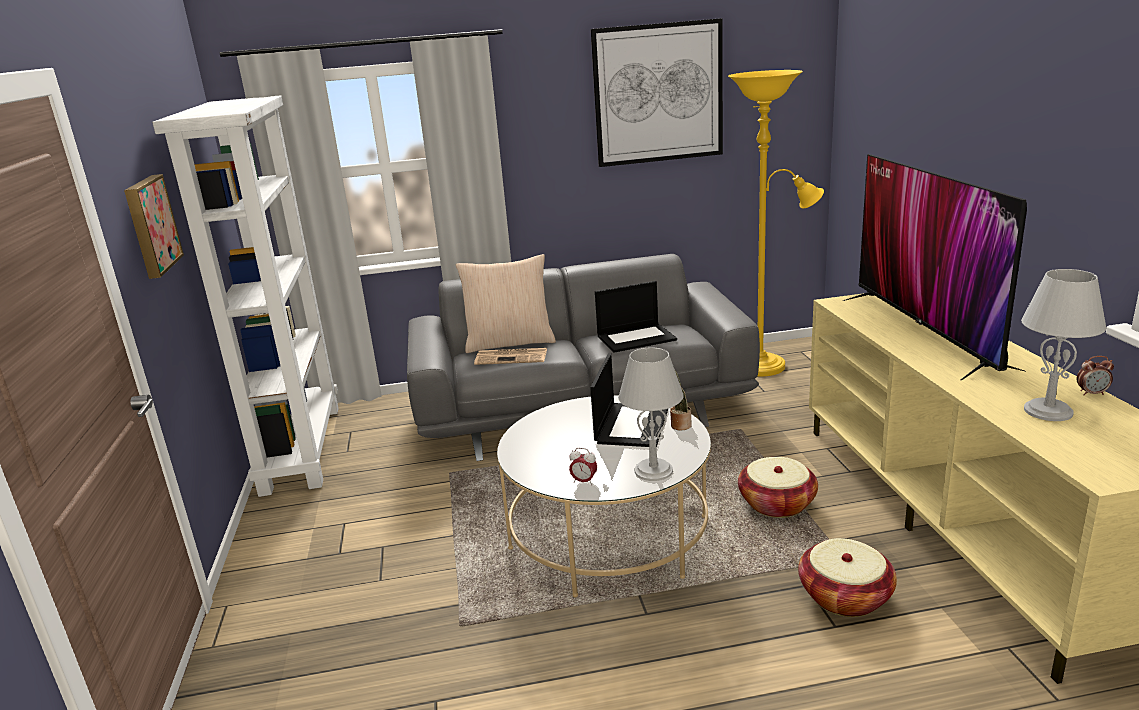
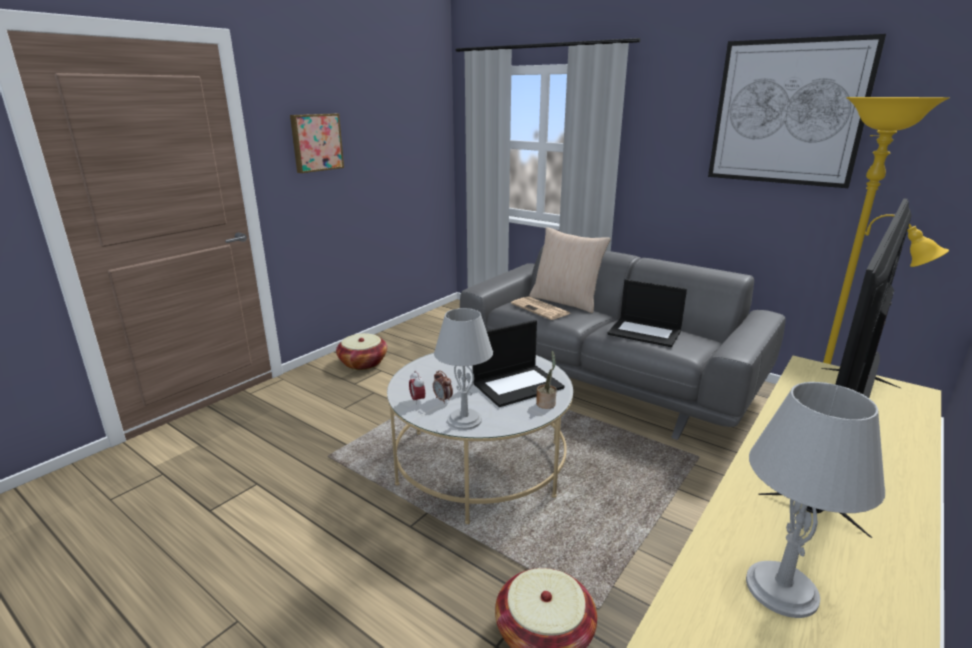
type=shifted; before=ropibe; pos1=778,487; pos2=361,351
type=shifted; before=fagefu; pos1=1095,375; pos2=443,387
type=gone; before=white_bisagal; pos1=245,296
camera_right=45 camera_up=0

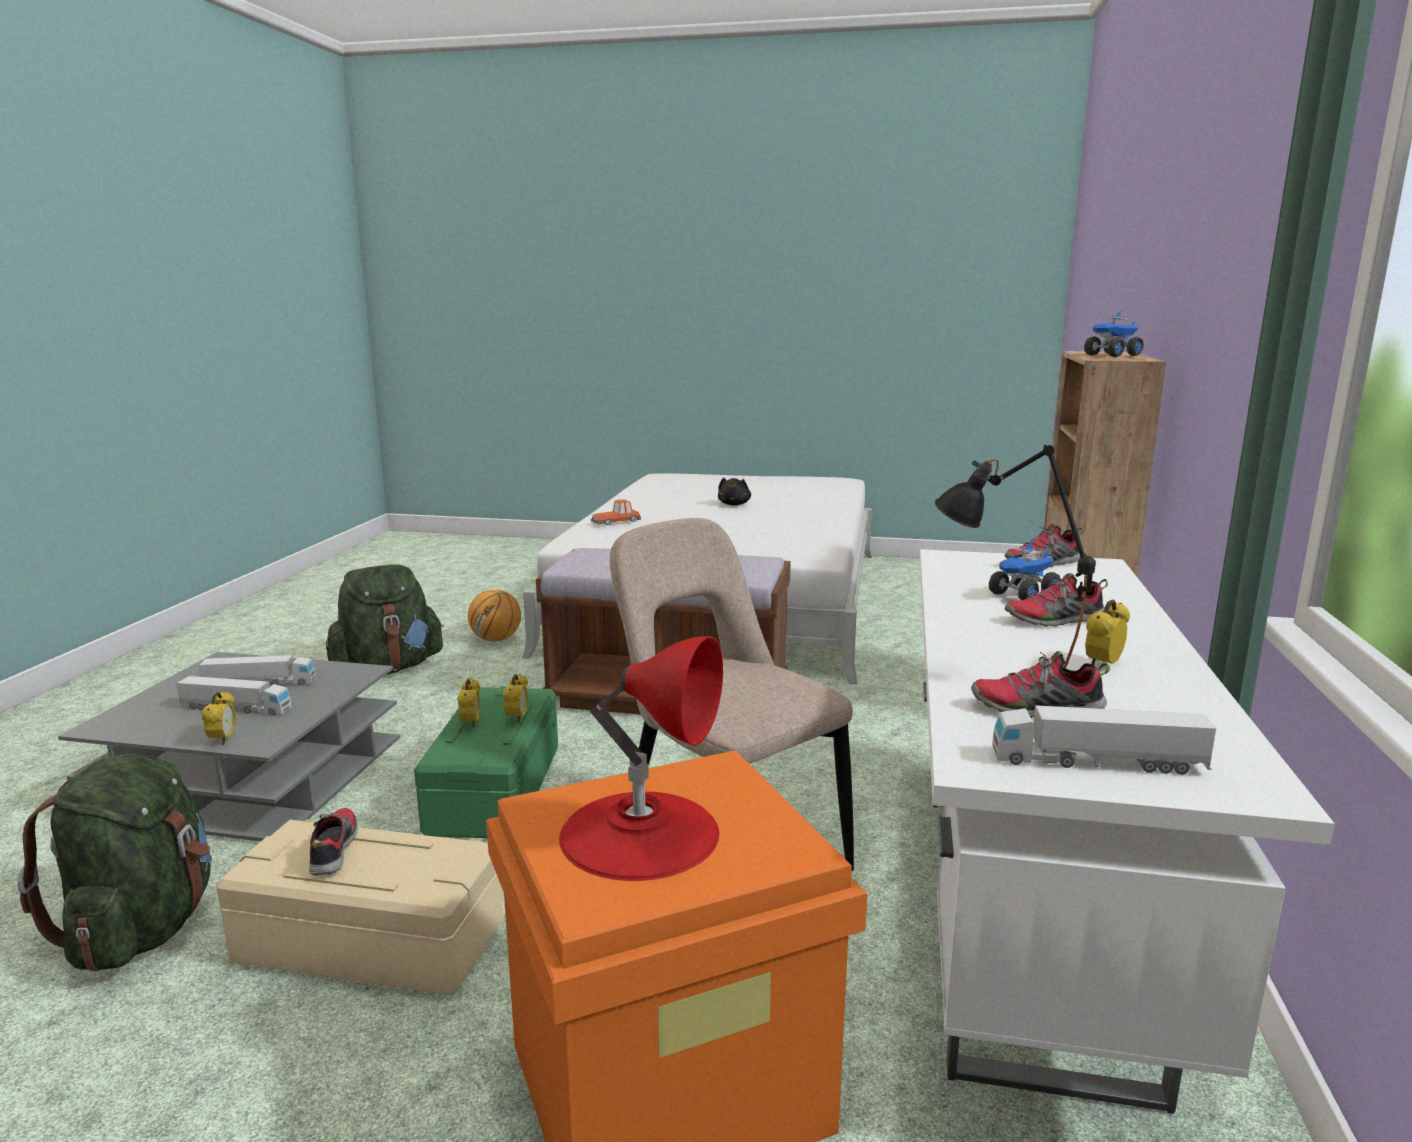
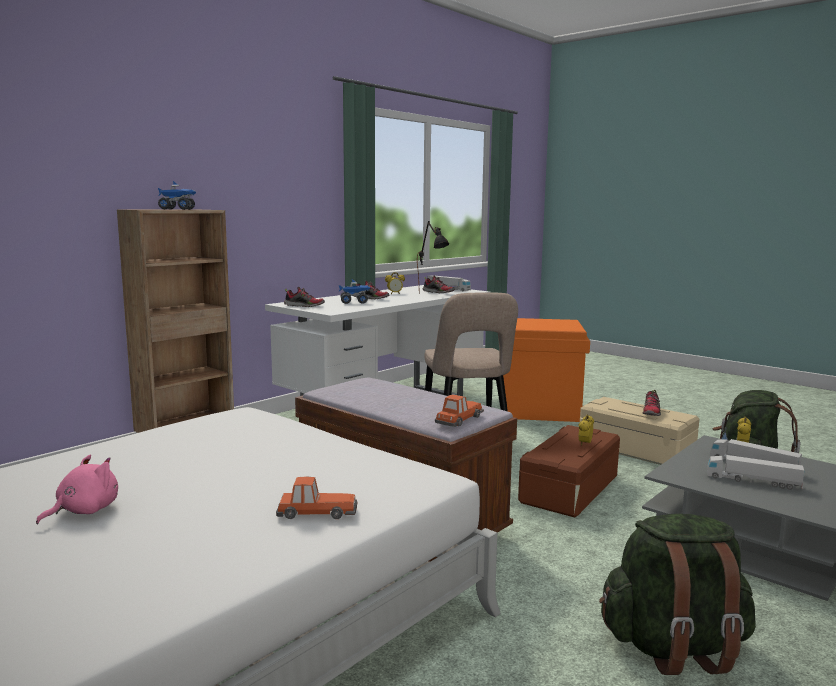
type=repainted; before=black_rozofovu; after=pink_rozofovu; pos1=734,491; pos2=77,489
type=new; after=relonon; pos2=459,410
type=repainted; before=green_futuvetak; after=brown_futuvetak; pos1=486,762; pos2=569,471
type=gone; before=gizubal; pos1=494,615
type=gone; before=fagefu; pos1=515,698
type=gone; before=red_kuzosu; pos1=641,758
camera_right=-150 camera_up=-5

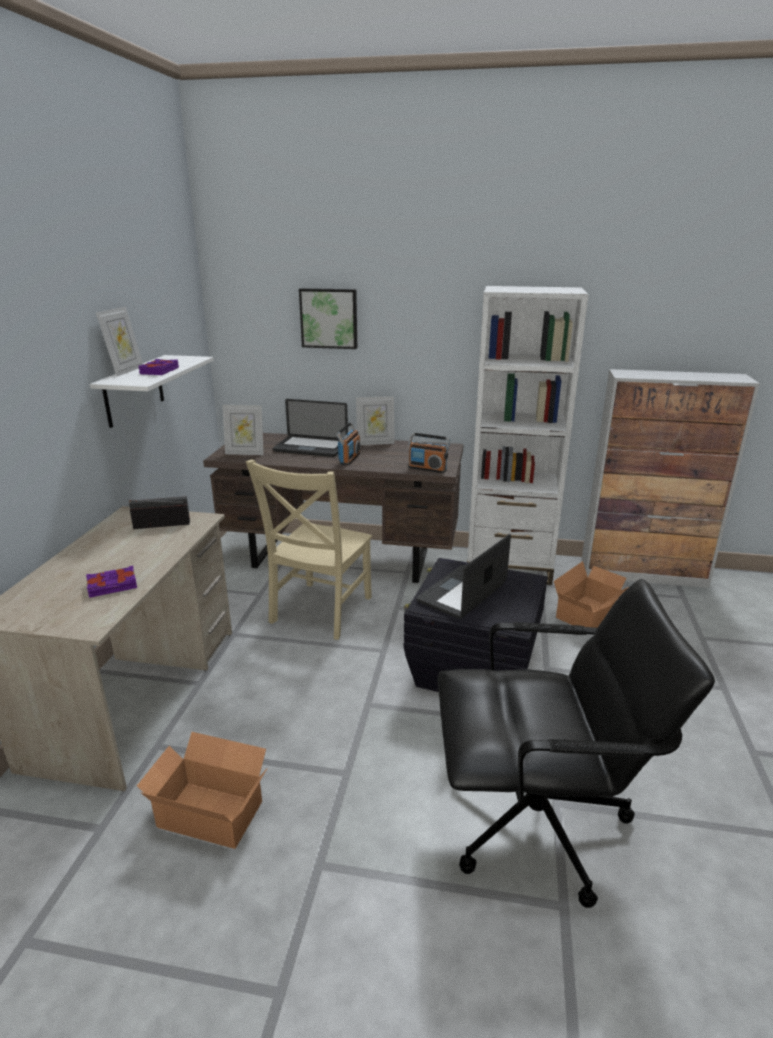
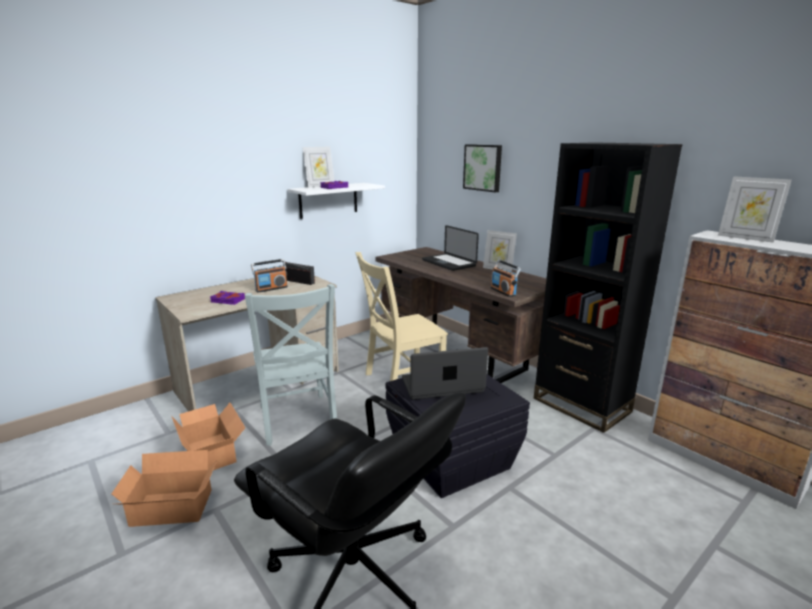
type=shifted; before=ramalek; pos1=591,594; pos2=164,488
type=new; after=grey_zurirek; pos2=291,365
type=shifted; before=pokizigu; pos1=348,443; pos2=269,276
type=repainted; before=white_bisagal; after=black_bisagal; pos1=528,435; pos2=608,287
type=shifted; before=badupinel; pos1=243,430; pos2=755,209
camera_right=40 camera_up=-5

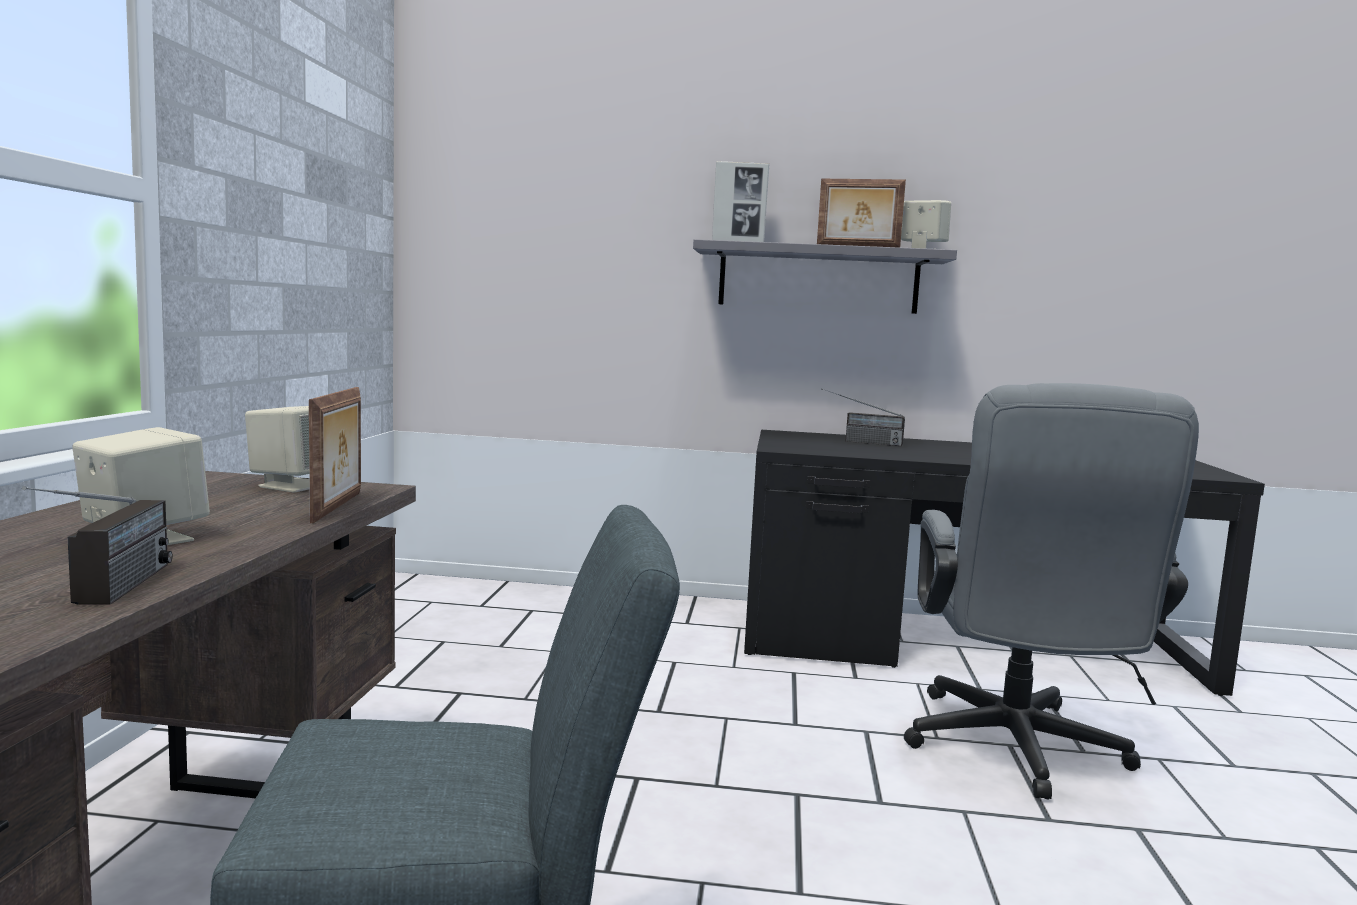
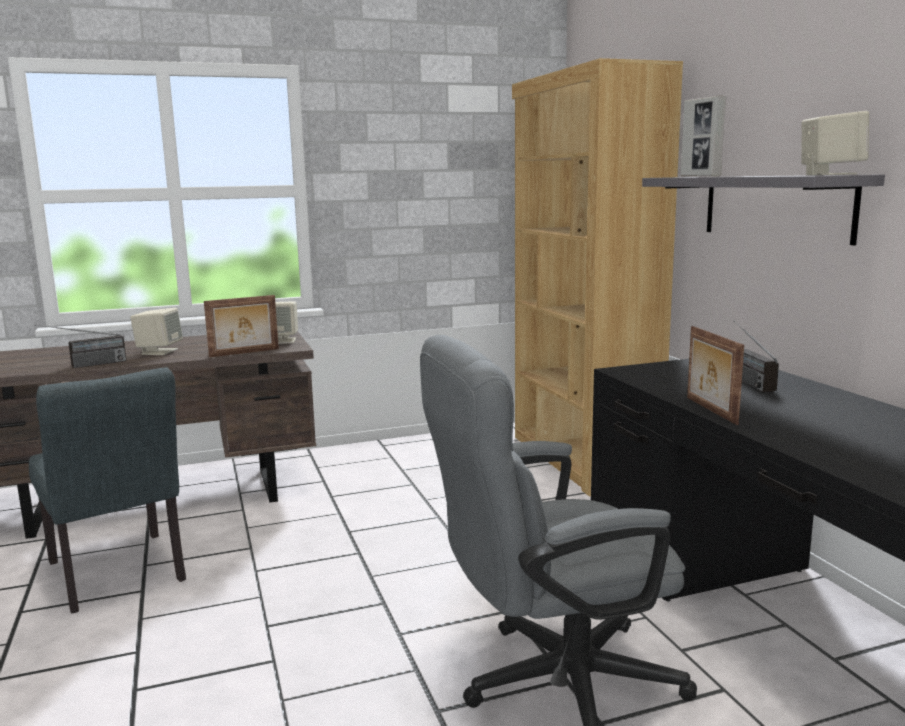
type=new; after=brown_bisagal; pos2=597,277
type=shifted; before=badupinel; pos1=861,213; pos2=715,375
camera_right=65 camera_up=5

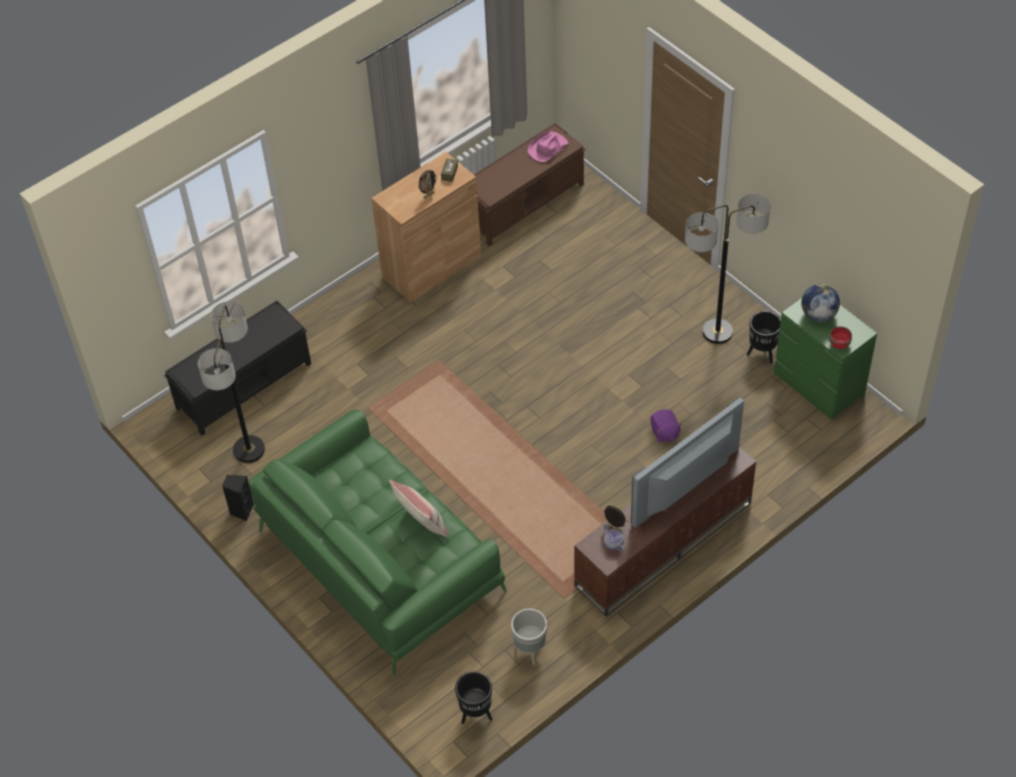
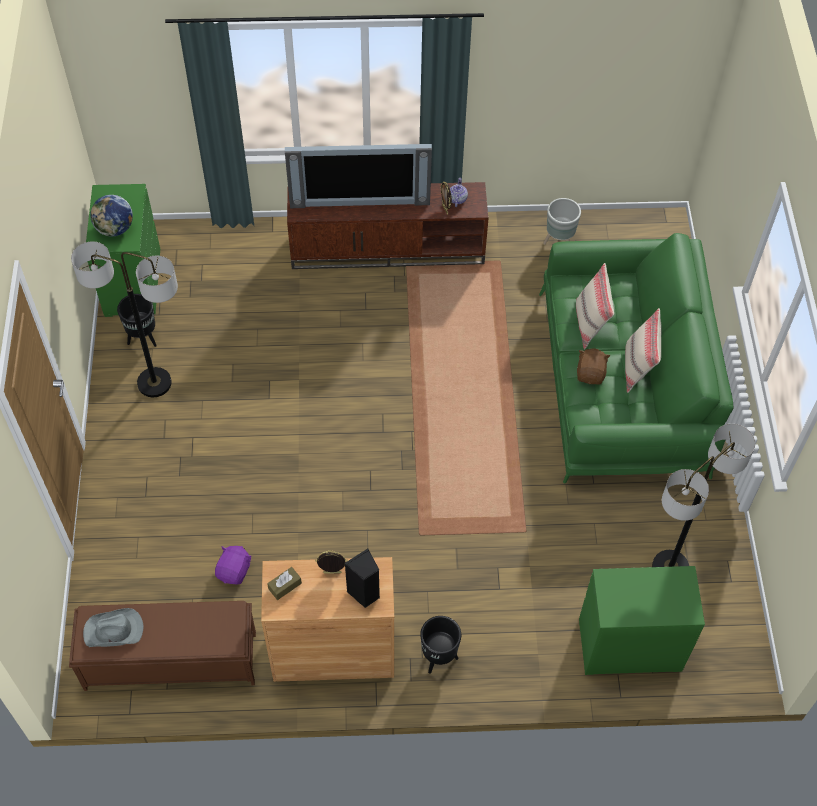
type=repainted; before=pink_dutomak; after=grey_dutomak; pos1=548,146; pos2=113,627
type=shifted; before=purple_rozofovu; pos1=666,426; pos2=233,565
type=shifted; before=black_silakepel; pos1=238,498; pos2=362,578
type=shifted; before=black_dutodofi; pos1=473,697; pos2=440,645
type=new; after=brown_rozofovu; pos2=593,366
type=swapped; before=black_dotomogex; after=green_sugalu; pos1=237,368; pos2=642,620
type=new; after=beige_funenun; pos2=643,350
type=gone; before=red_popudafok; pos1=840,337
camera_right=-145 camera_up=5

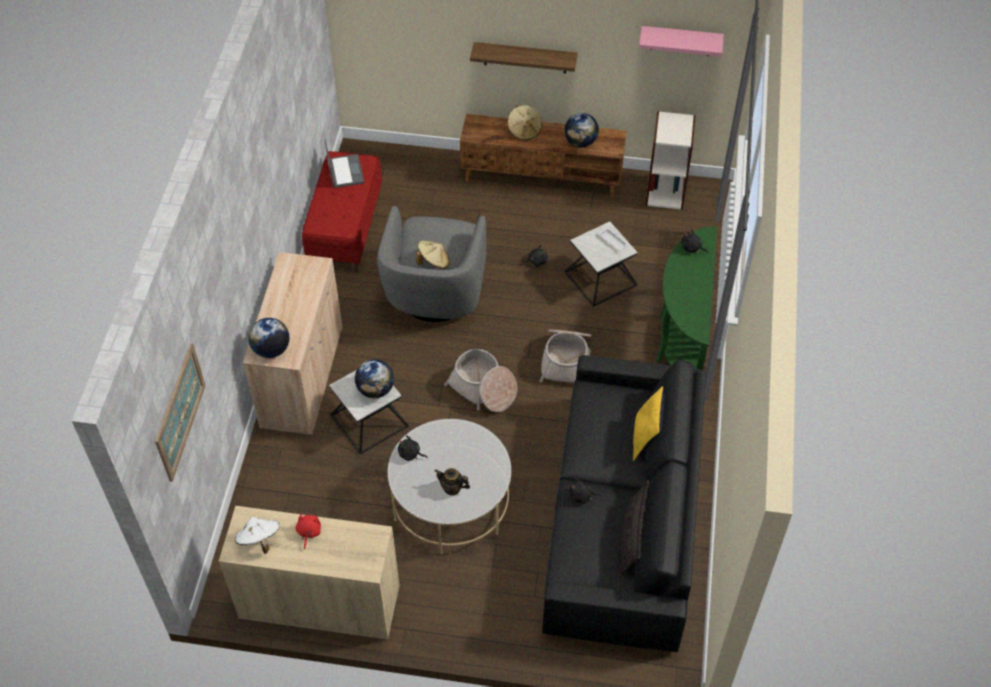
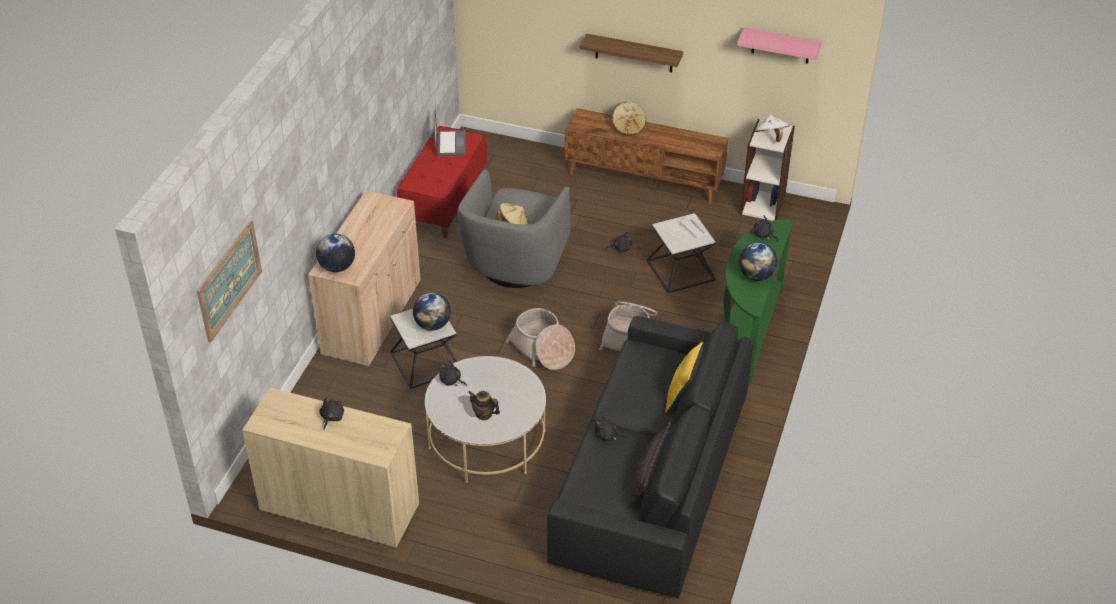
type=repainted; before=red_rozofovu; after=black_rozofovu; pos1=308,530; pos2=331,413
type=shifted; before=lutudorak; pos1=581,130; pos2=758,262
type=shifted; before=white_dutomak; pos1=257,535; pos2=772,128
camera_right=10 camera_up=-10

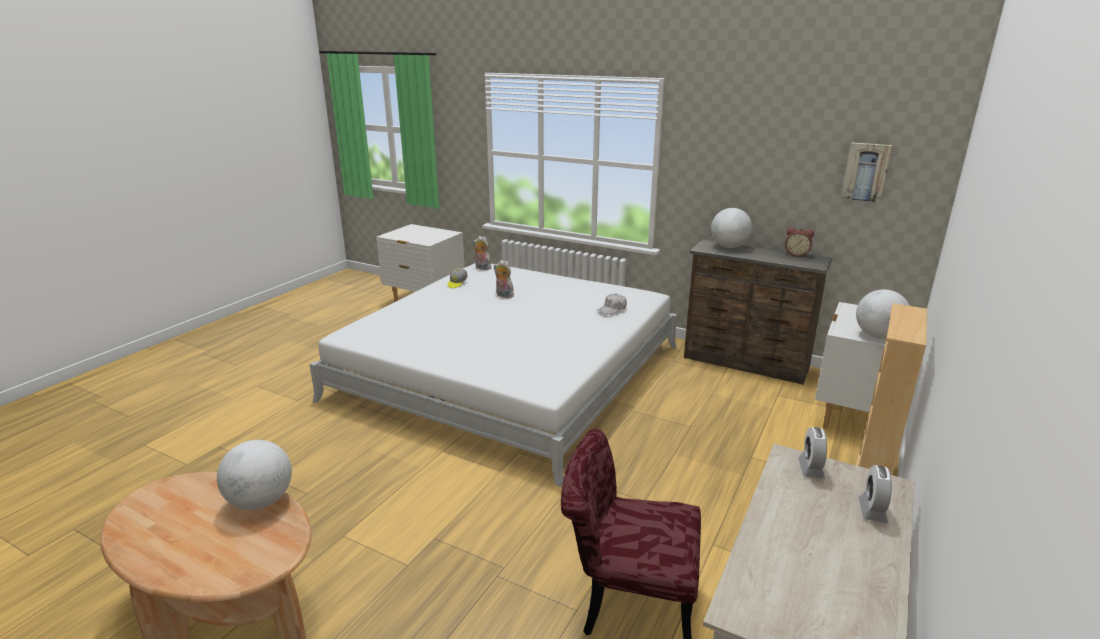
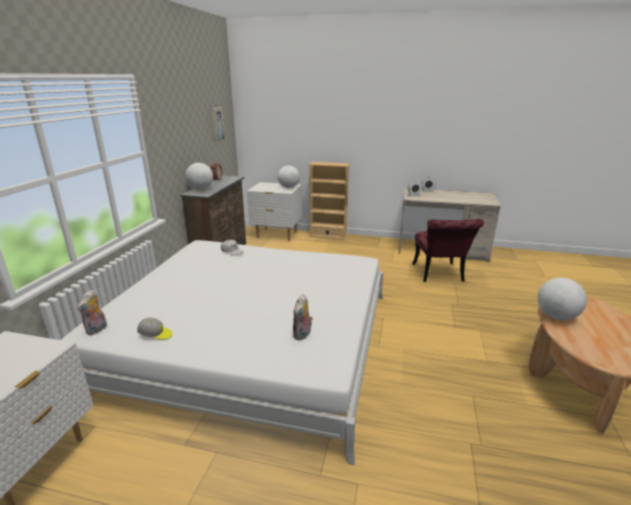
type=shifted; before=rozofovu; pos1=504,279; pos2=303,317
camera_right=-105 camera_up=0

